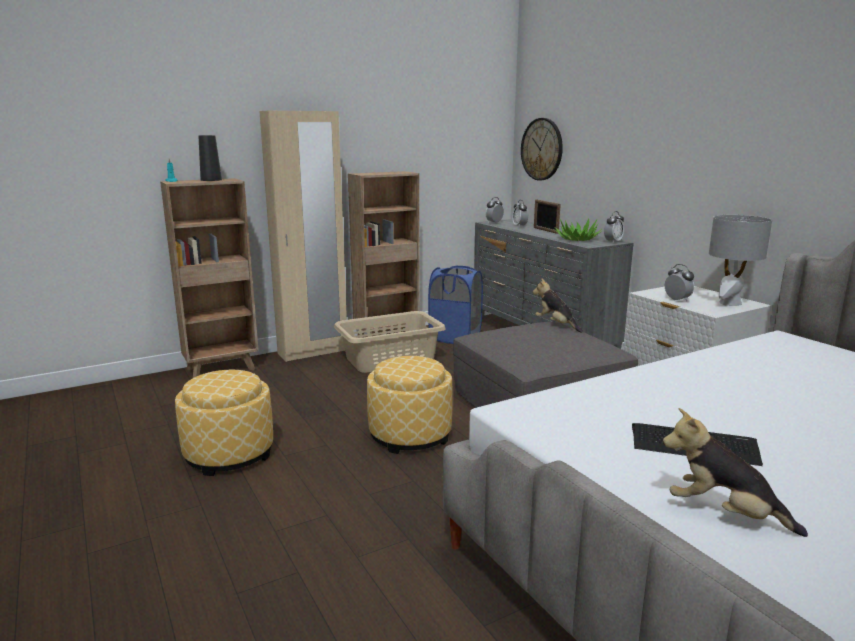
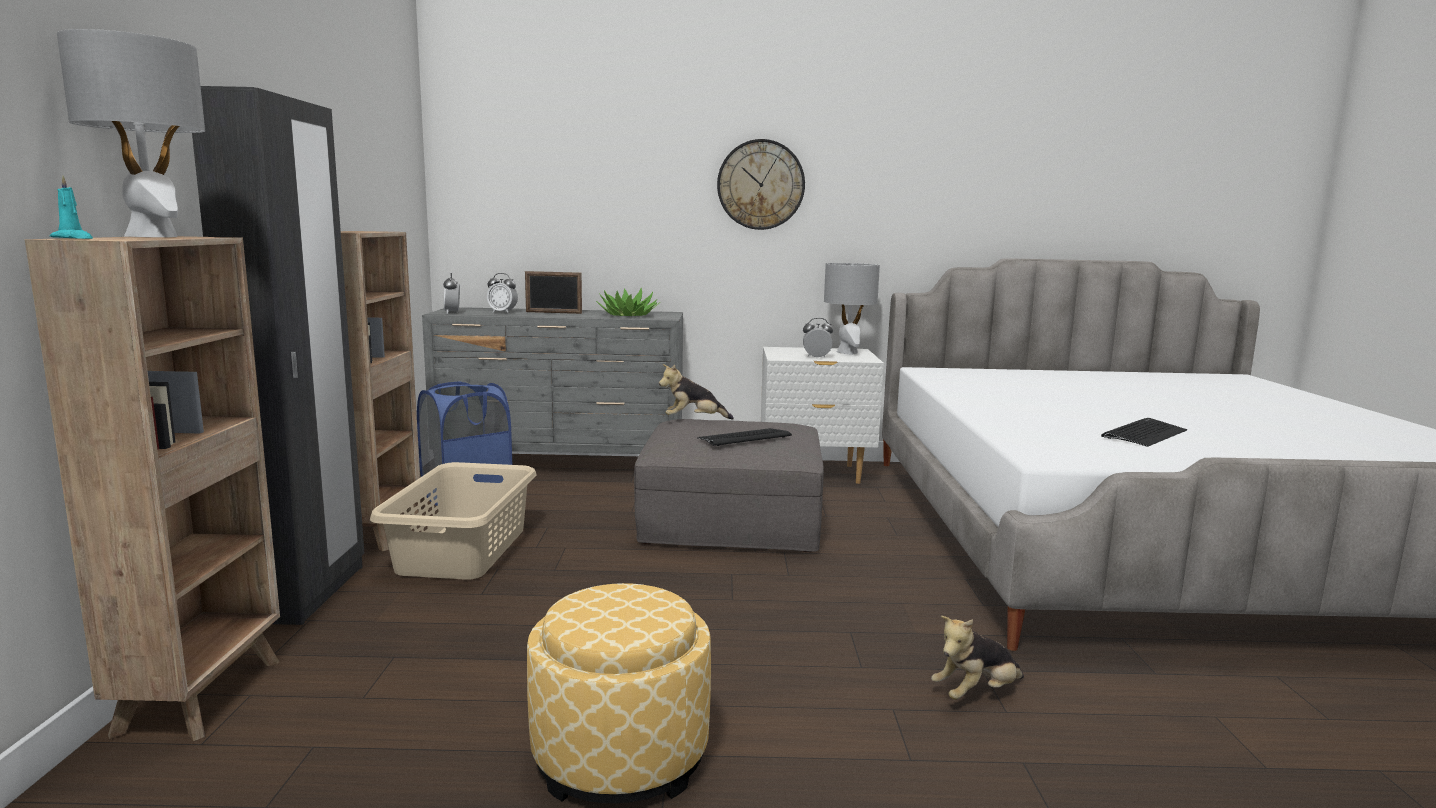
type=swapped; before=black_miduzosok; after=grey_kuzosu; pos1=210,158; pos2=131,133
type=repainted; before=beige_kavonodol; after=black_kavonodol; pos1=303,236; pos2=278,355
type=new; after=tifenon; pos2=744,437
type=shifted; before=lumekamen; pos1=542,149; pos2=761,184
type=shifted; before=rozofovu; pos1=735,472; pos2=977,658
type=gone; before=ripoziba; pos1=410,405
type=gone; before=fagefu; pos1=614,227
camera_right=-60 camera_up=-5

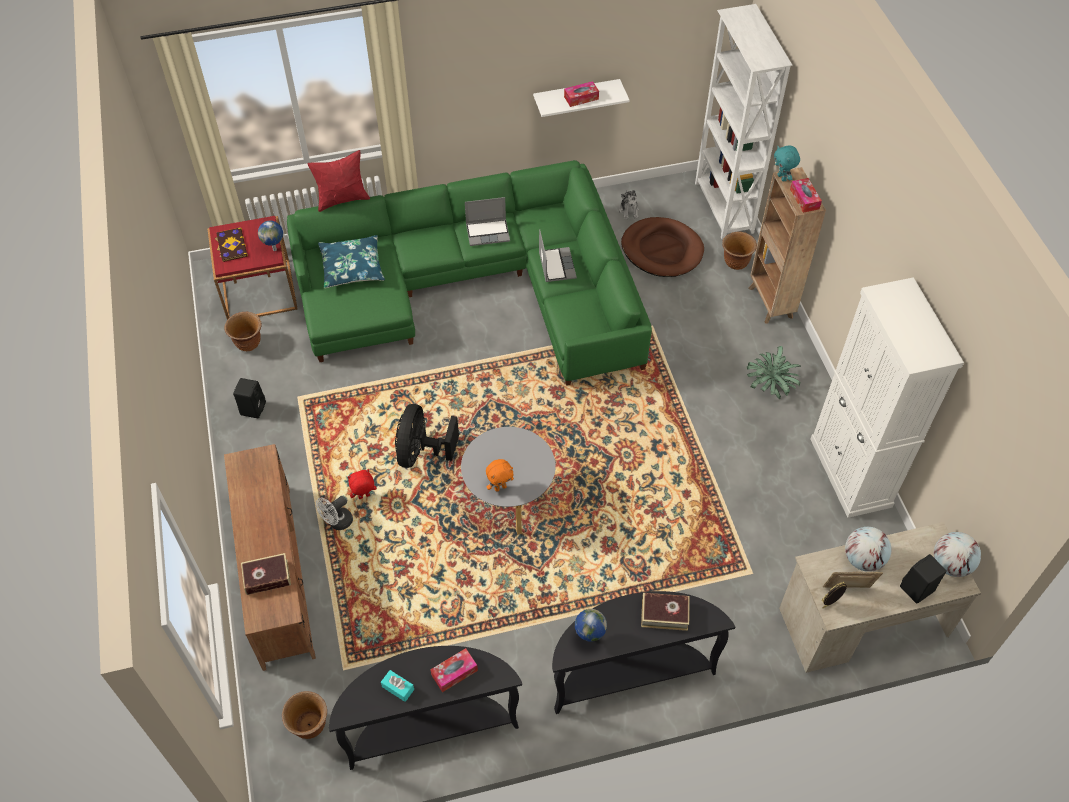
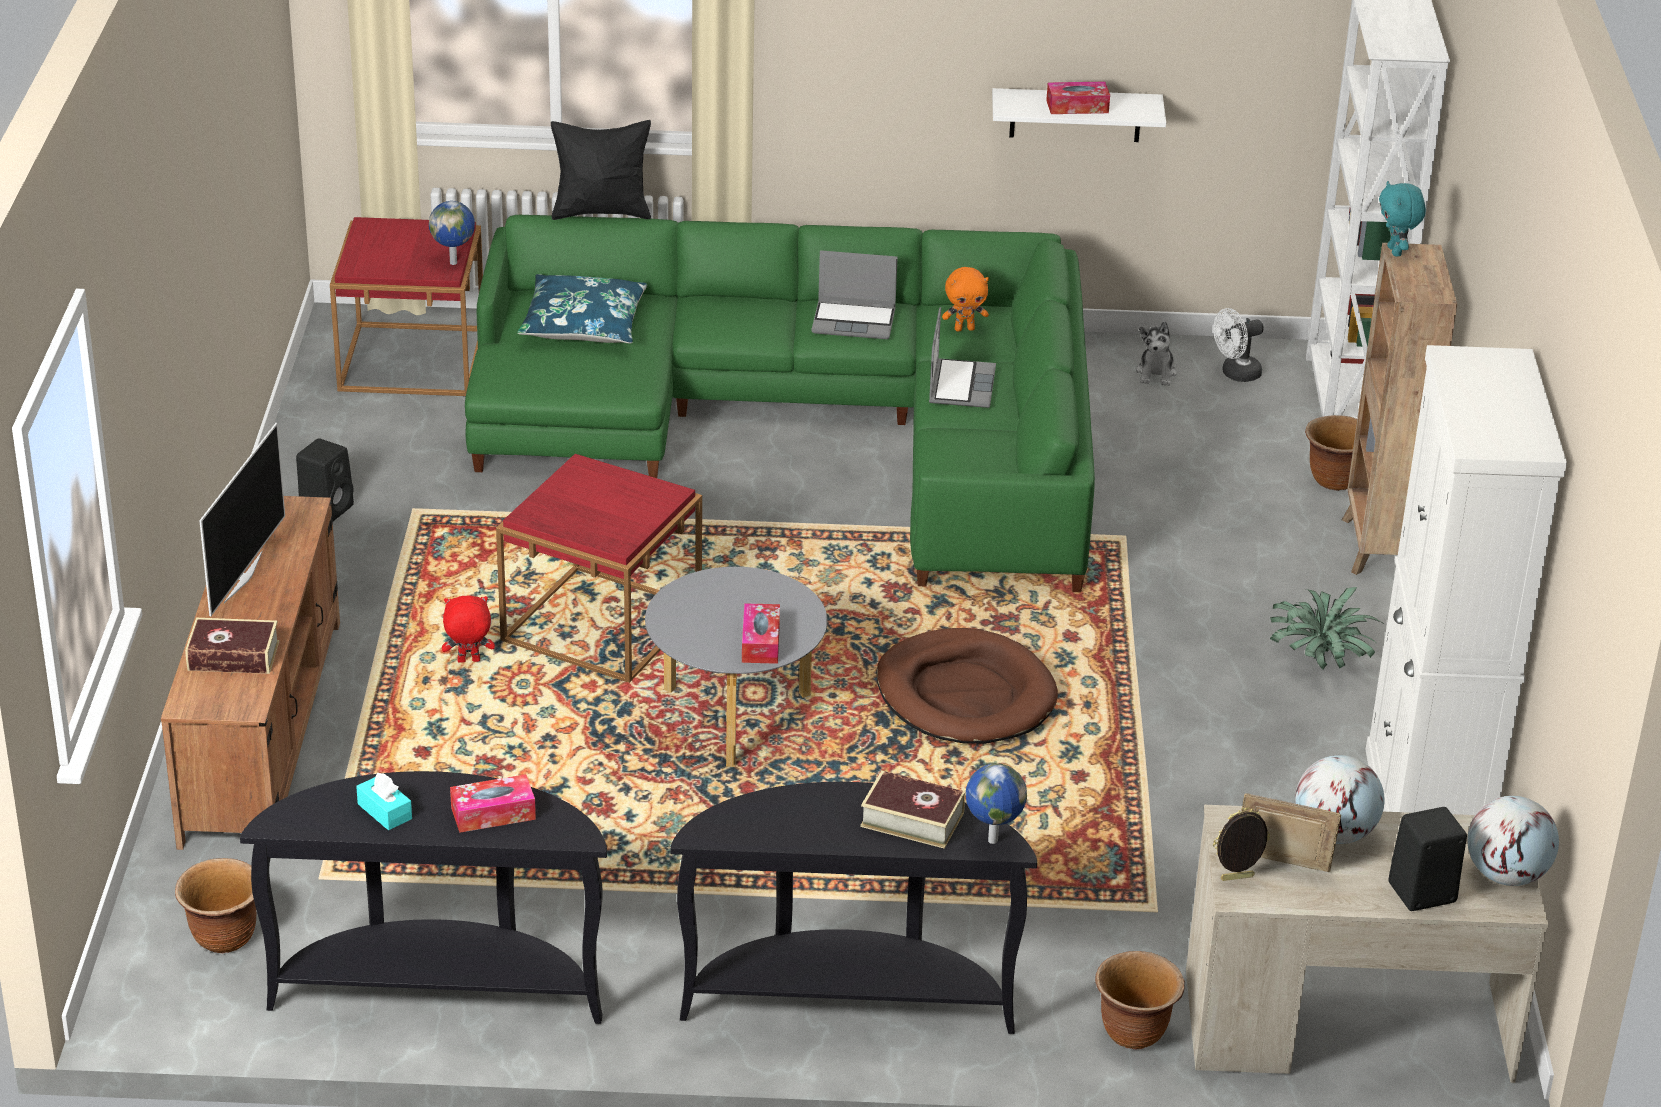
type=new; after=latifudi; pos2=242,519
type=swapped; before=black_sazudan; after=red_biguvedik; pos1=427,436; pos2=599,568
type=repainted; before=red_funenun; after=black_funenun; pos1=339,181; pos2=601,170
type=shifted; before=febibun; pos1=806,195; pos2=761,633
type=shifted; before=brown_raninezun; pos1=662,247; pos2=967,686
type=shifted; before=orange_rozofovu; pos1=500,475; pos2=965,299
type=shifted; before=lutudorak; pos1=591,625; pos2=996,803
type=shifted; before=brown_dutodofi; pos1=243,331; pos2=1140,1000
type=shifted; before=white_sazudan; pos1=334,513; pos2=1238,345
type=gone; before=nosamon; pos1=231,244
camera_right=15 camera_up=-20

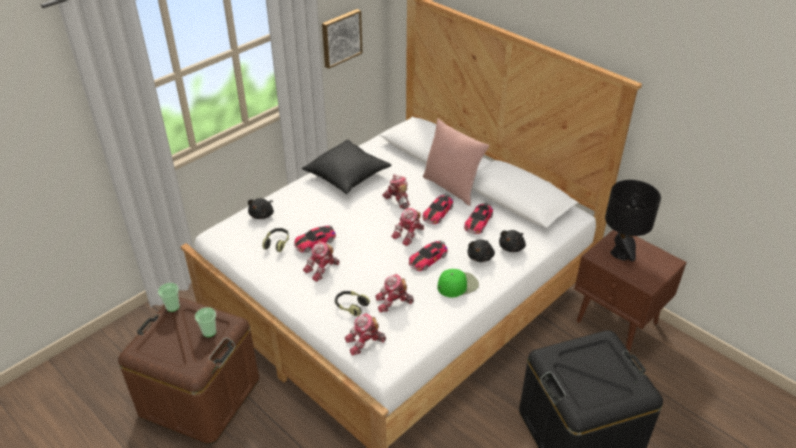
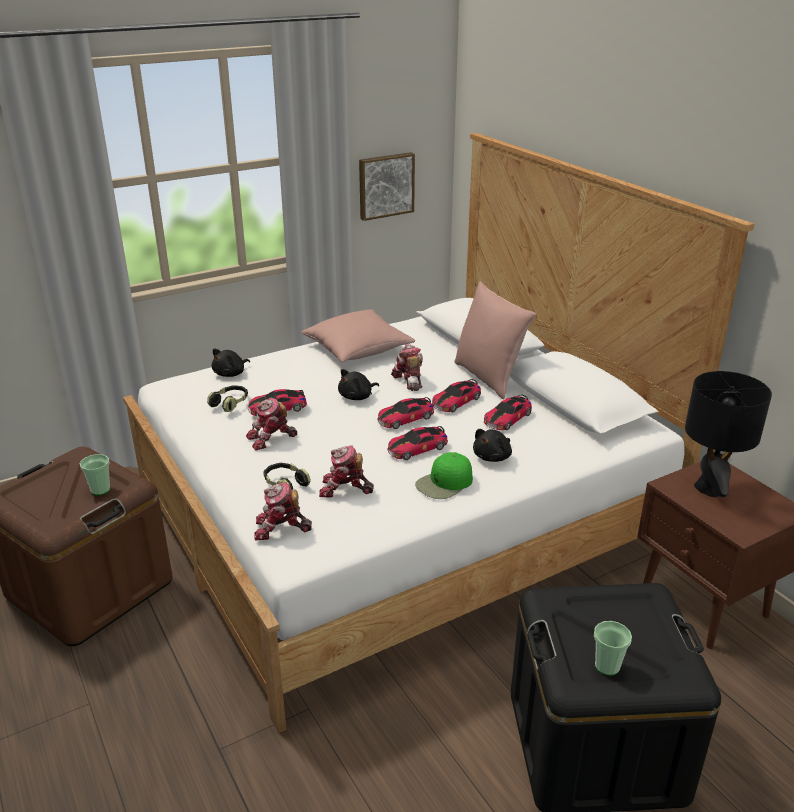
type=repainted; before=black_funenun; after=pink_funenun; pos1=347,167; pos2=358,336
type=shifted; before=black_rozofovu; pos1=512,241; pos2=358,384
type=swapped; before=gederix; after=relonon; pos1=407,226; pos2=405,413
type=rotated; before=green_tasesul; pos1=458,283; pos2=444,475; turn=150
type=shifted; before=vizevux; pos1=169,297; pos2=613,648
camera_right=15 camera_up=-10

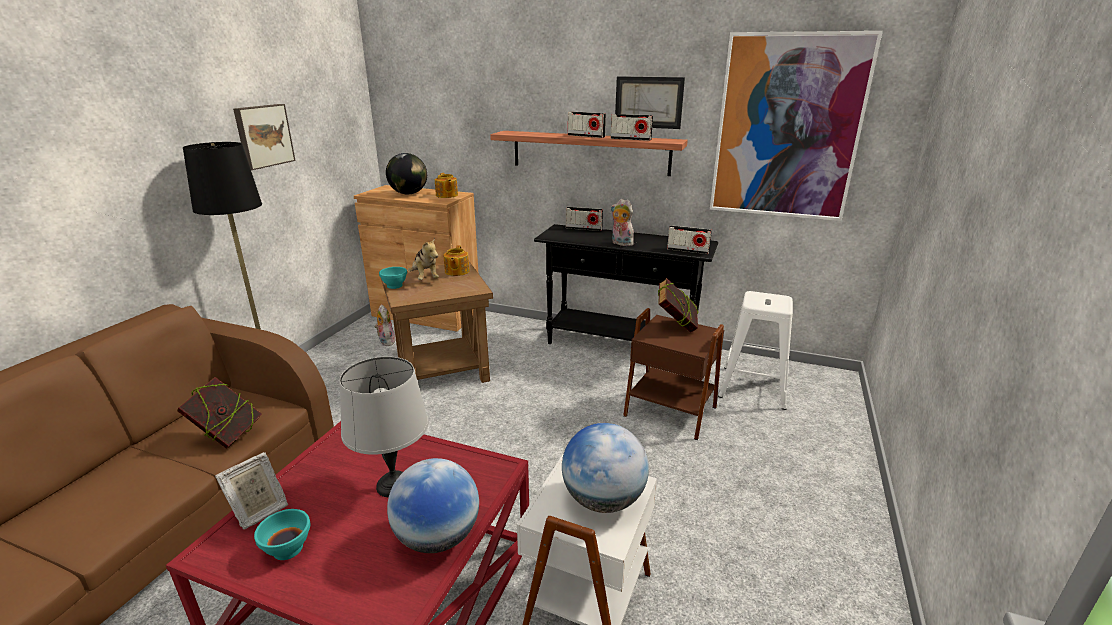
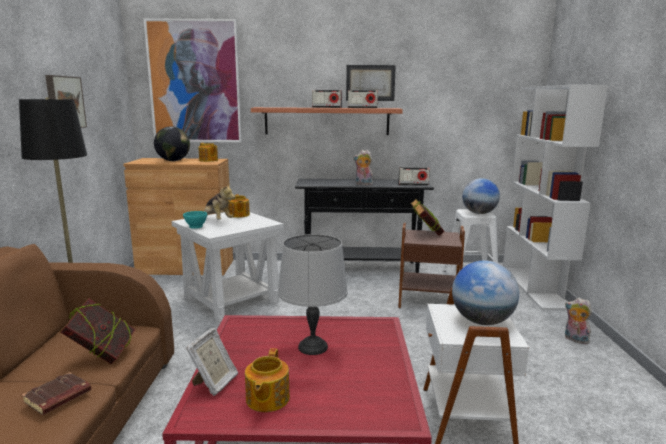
type=new; after=brown_nosamon; pos2=56,393
type=shifted; before=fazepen; pos1=796,126; pos2=192,80
type=repainted; before=brown_biguvedik; after=white_biguvedik; pos1=436,322; pos2=227,267
type=swapped; before=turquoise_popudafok; after=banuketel; pos1=282,534; pos2=267,380
type=shifted; before=lutudorak; pos1=433,505; pos2=481,196
type=new; after=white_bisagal; pos2=555,197
type=shifted; before=rozofovu; pos1=384,325; pos2=578,321
type=gone; before=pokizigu; pos1=584,219
camera_right=-20 camera_up=-10

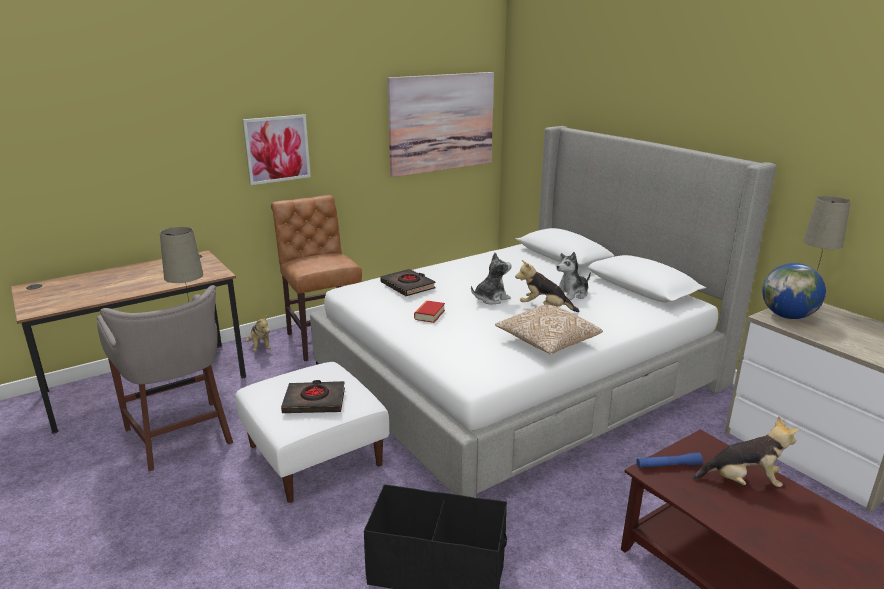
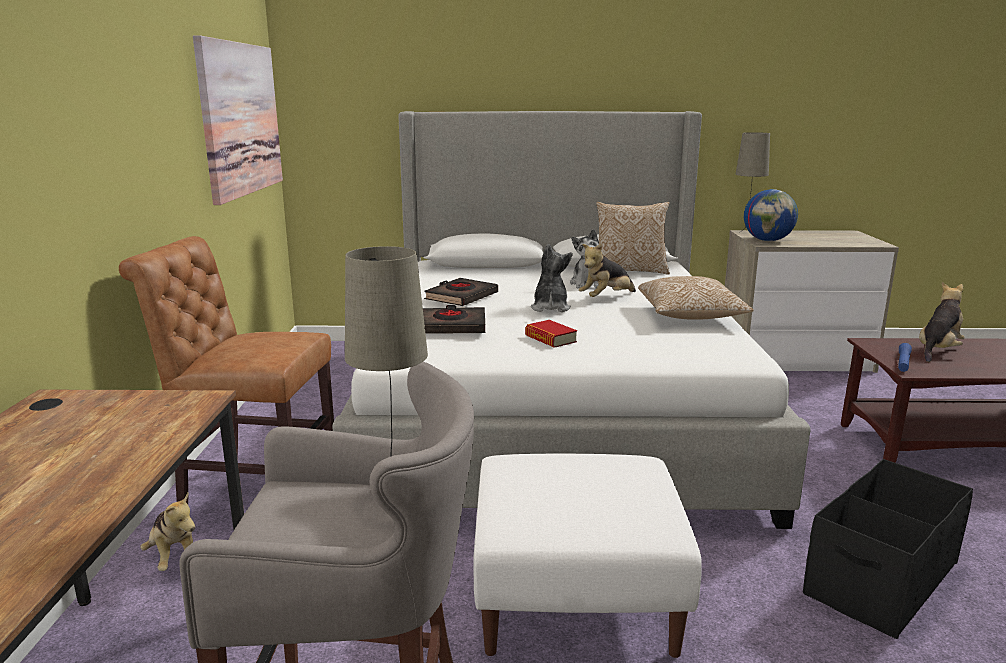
type=rotated; before=rozofovu; pos1=258,333; pos2=167,532; turn=45
type=shifted; before=black_nosamon; pos1=313,396; pos2=461,292
type=new; after=funenun; pos2=633,238
type=gone; before=fazepen; pos1=276,149
camera_right=-55 camera_up=-5

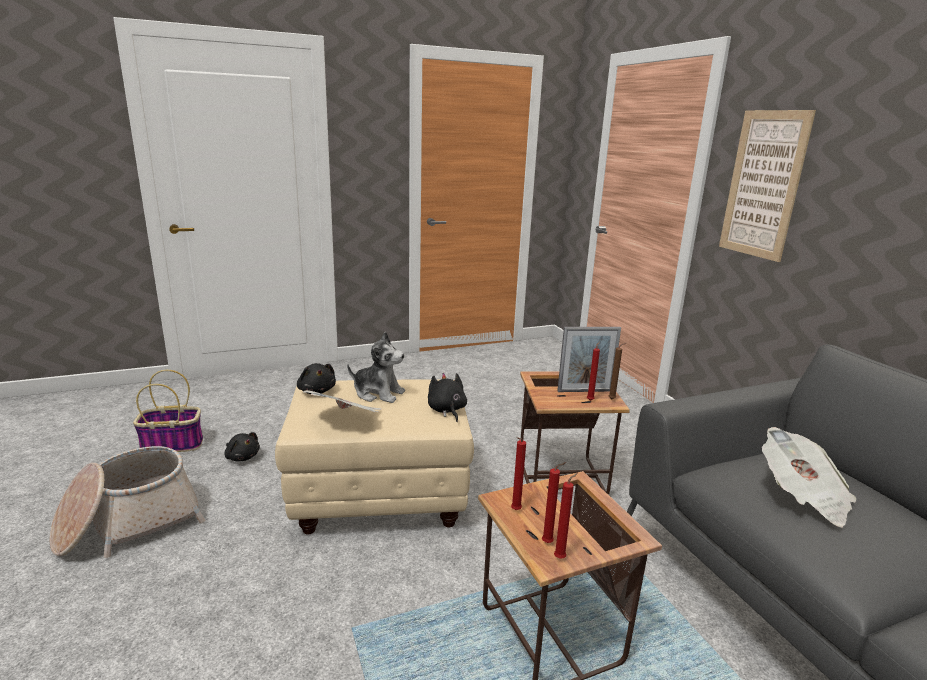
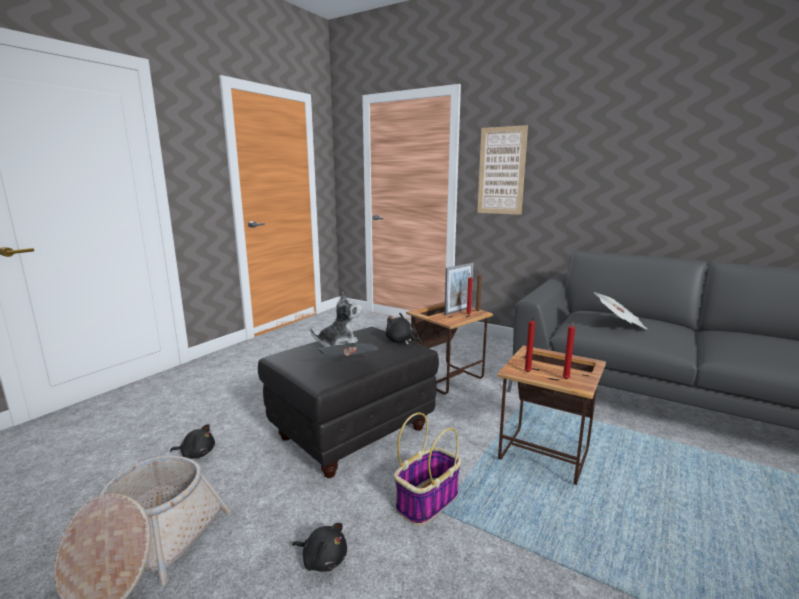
type=repainted; before=beige_ripoziba; after=black_ripoziba; pos1=374,457; pos2=348,402
type=shifted; before=black_rozofovu; pos1=316,378; pos2=319,547
type=shifted; before=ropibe; pos1=168,411; pos2=427,469
type=gone; before=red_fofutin; pos1=566,516
camera_right=-35 camera_up=-5

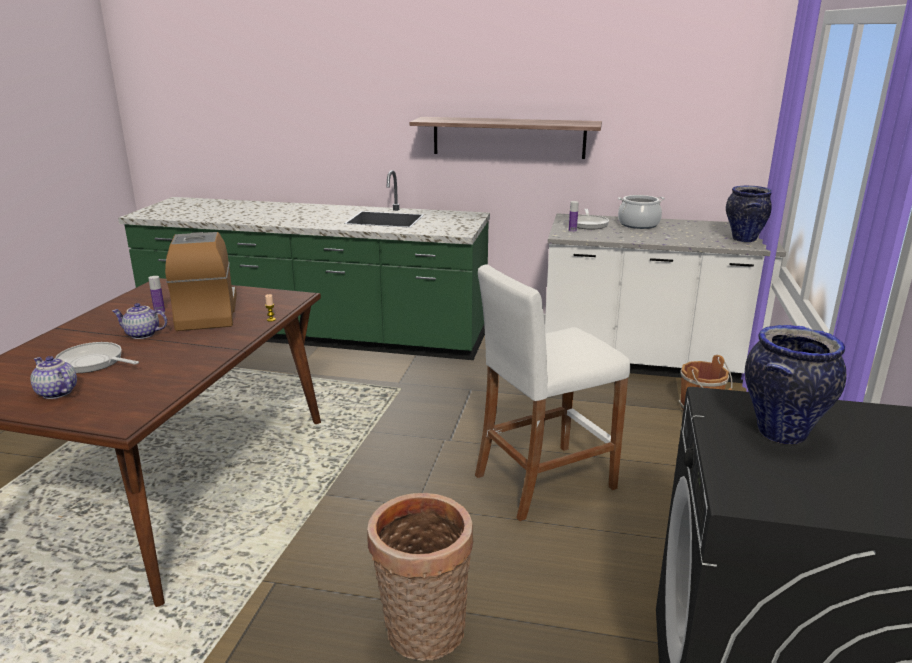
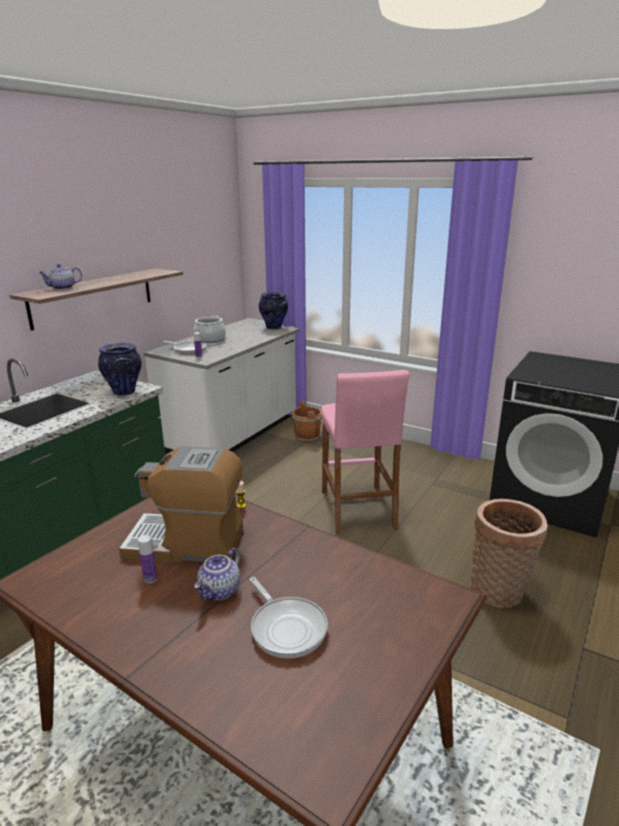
type=shifted; before=banuketel; pos1=54,377; pos2=60,277
type=shifted; before=miduzosok; pos1=795,384; pos2=120,369
type=rotated; before=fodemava; pos1=97,357; pos2=288,618; turn=-75
type=repainted; before=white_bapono; after=pink_bapono; pos1=552,392; pos2=365,452
camera_right=-70 camera_up=0

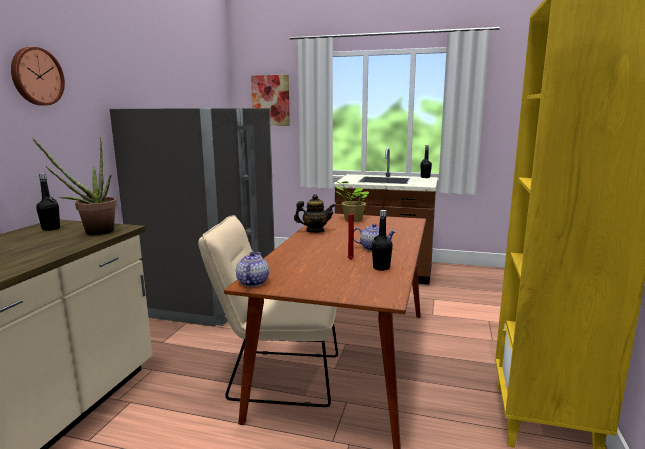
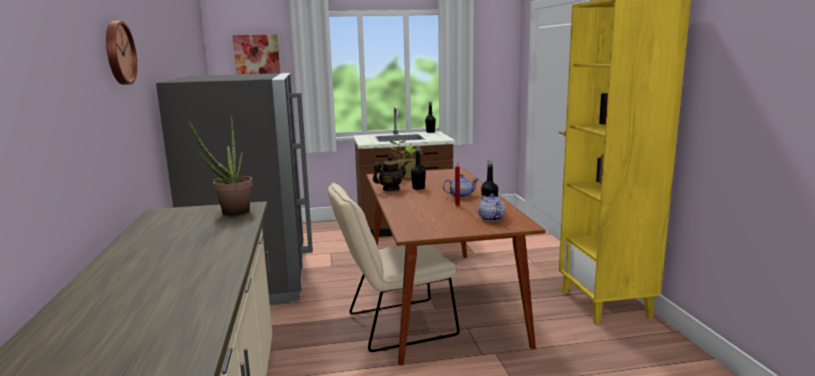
type=shifted; before=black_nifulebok; pos1=48,202; pos2=418,168
type=shifted; before=banuketel; pos1=252,269; pos2=491,208
camera_right=-25 camera_up=0

